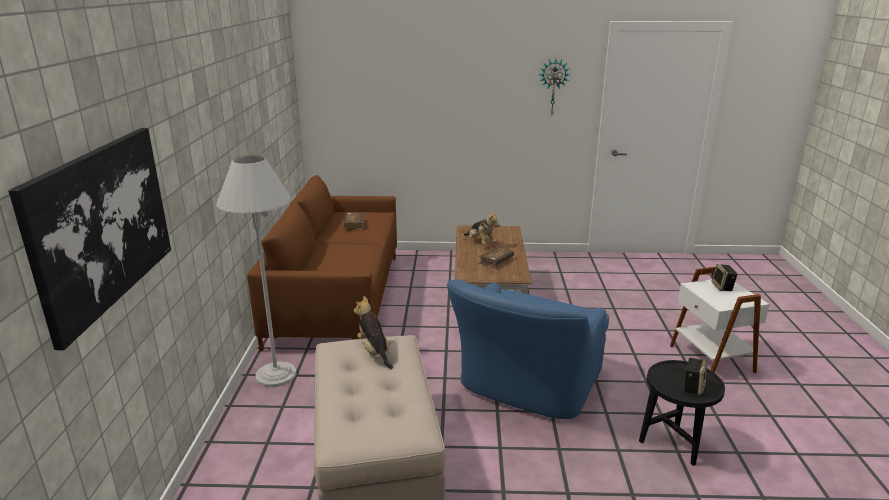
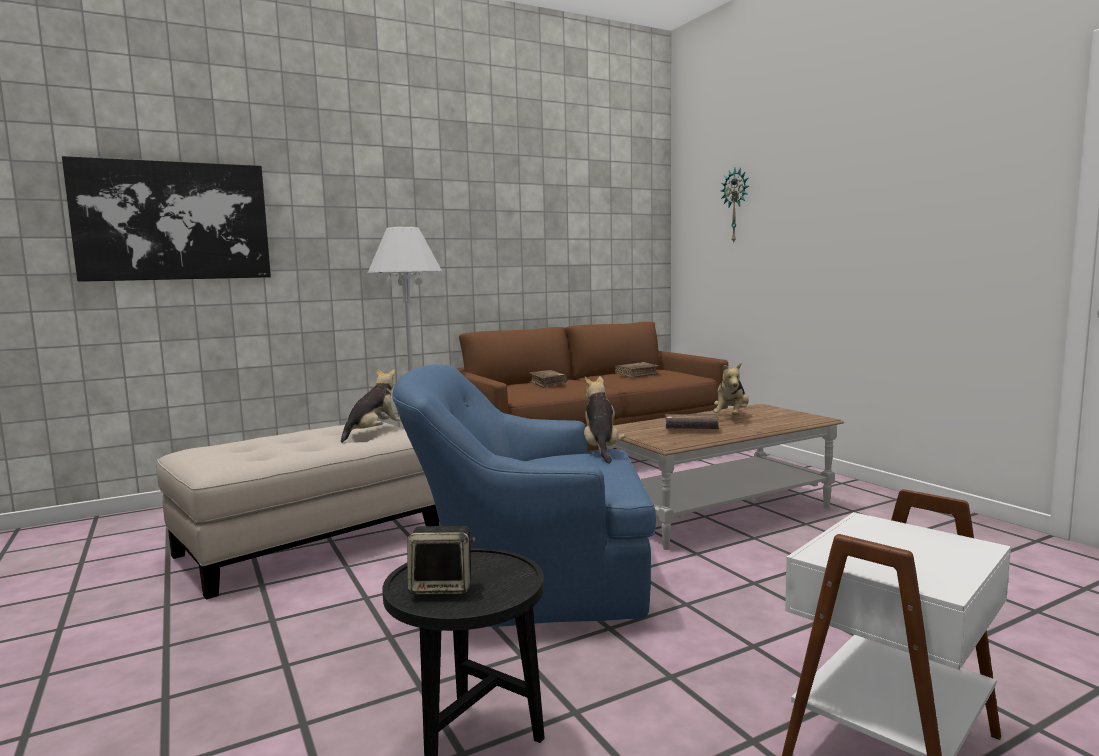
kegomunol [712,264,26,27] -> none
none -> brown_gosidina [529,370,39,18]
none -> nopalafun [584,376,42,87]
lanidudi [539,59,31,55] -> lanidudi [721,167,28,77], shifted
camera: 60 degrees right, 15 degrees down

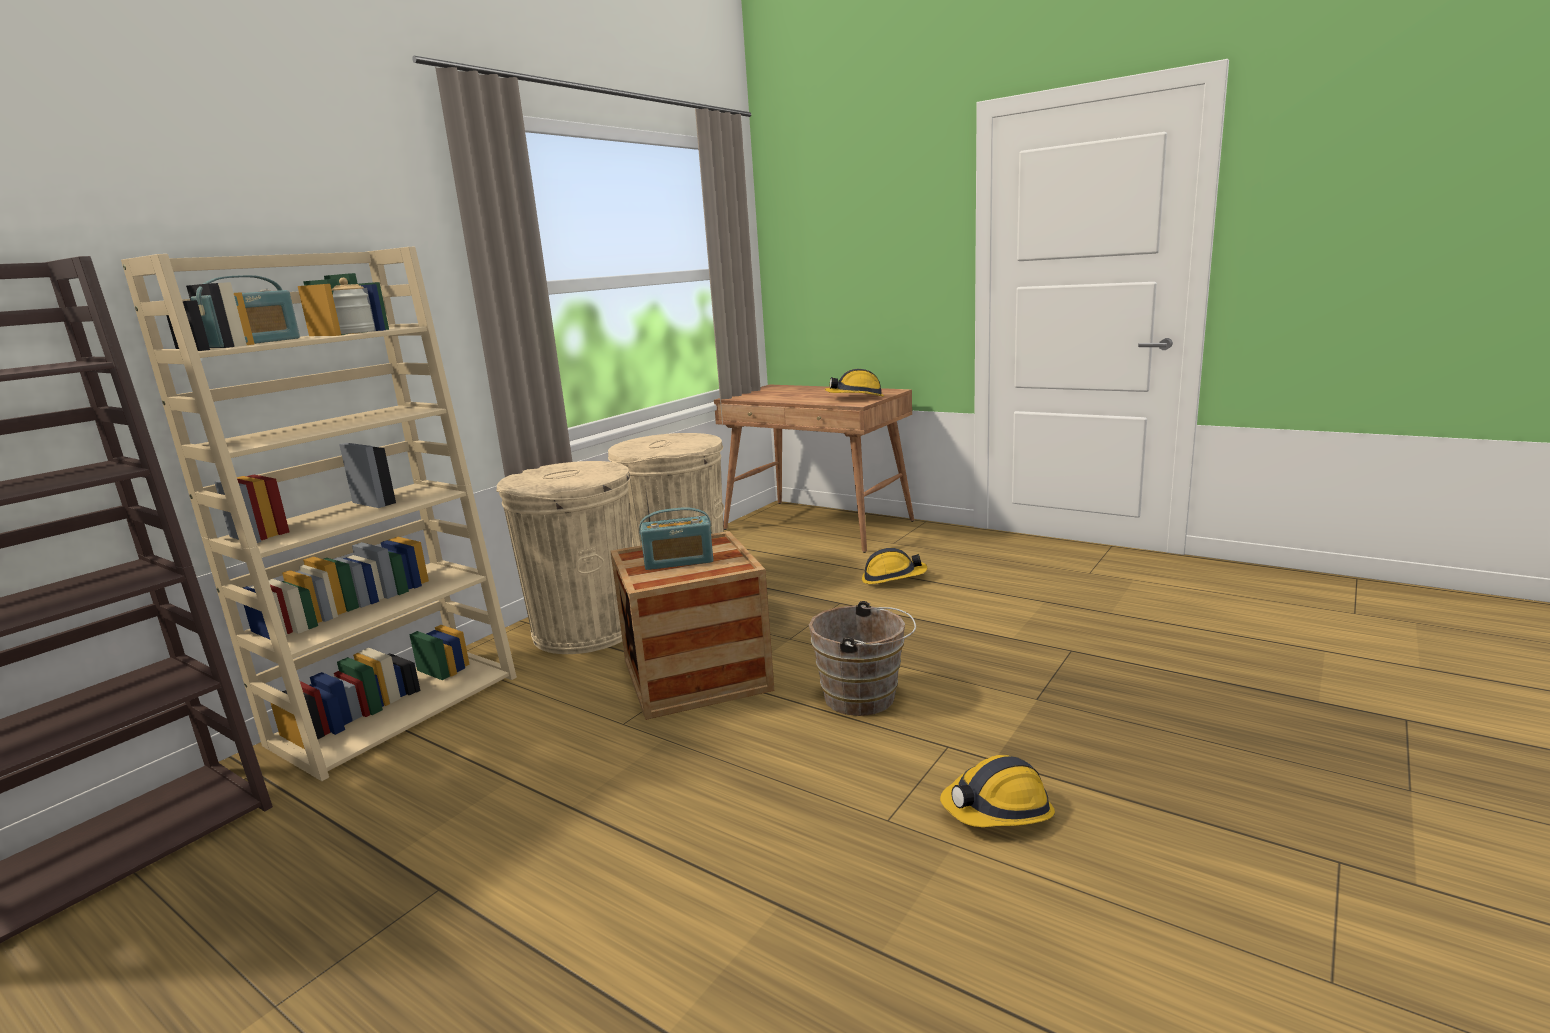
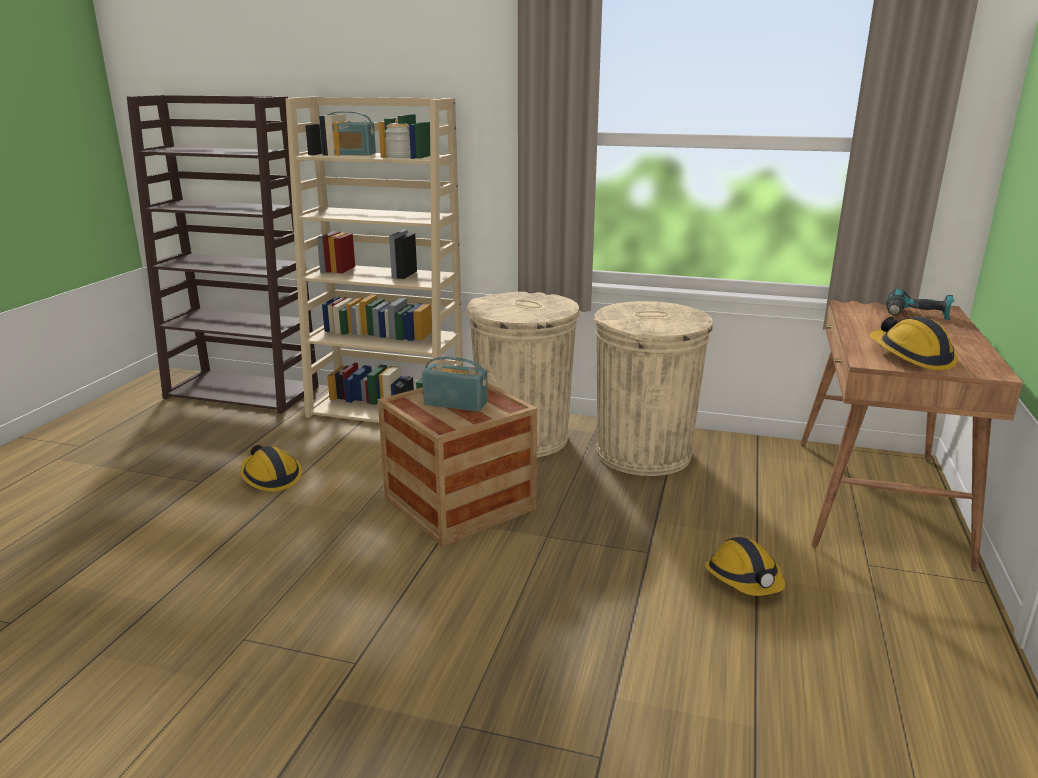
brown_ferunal [809,601,107,115] -> none
none -> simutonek [886,289,68,31]
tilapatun [940,755,115,72] -> tilapatun [240,445,62,47], shifted
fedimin [639,507,74,63] -> fedimin [422,357,66,55], 135 degrees clockwise
camera: 70 degrees right, 5 degrees up

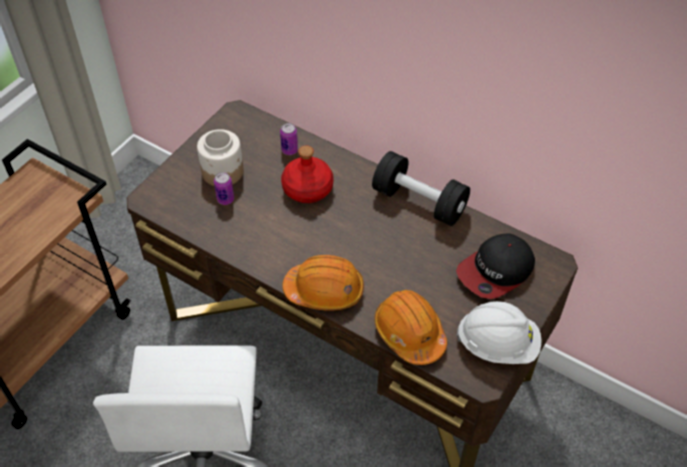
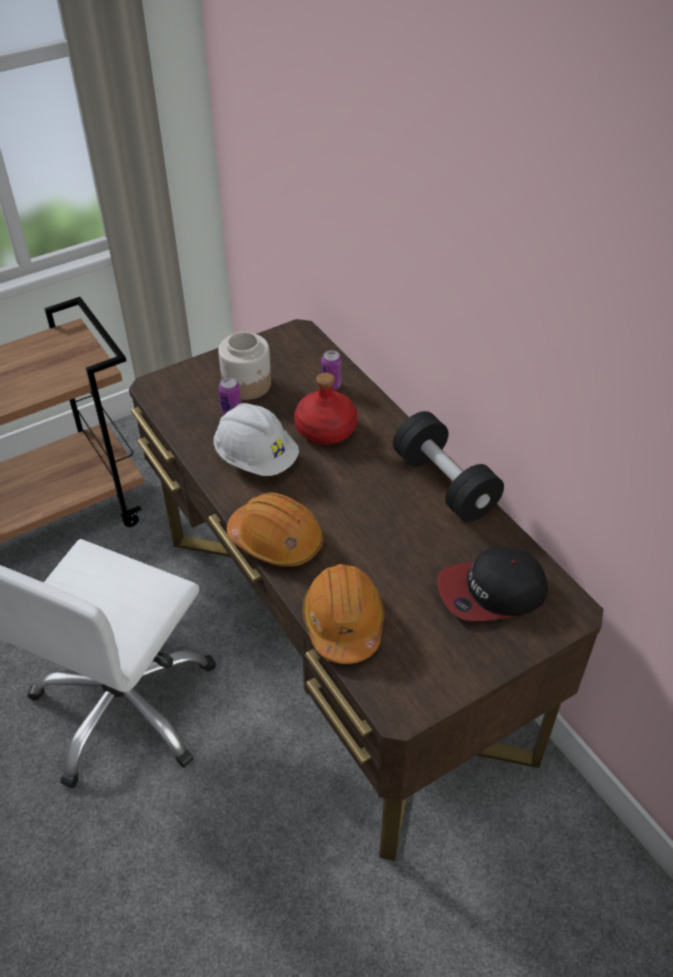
white_tilapatun [456,301,85,63] -> white_tilapatun [214,403,85,73], shifted
camera: 25 degrees right, 5 degrees down

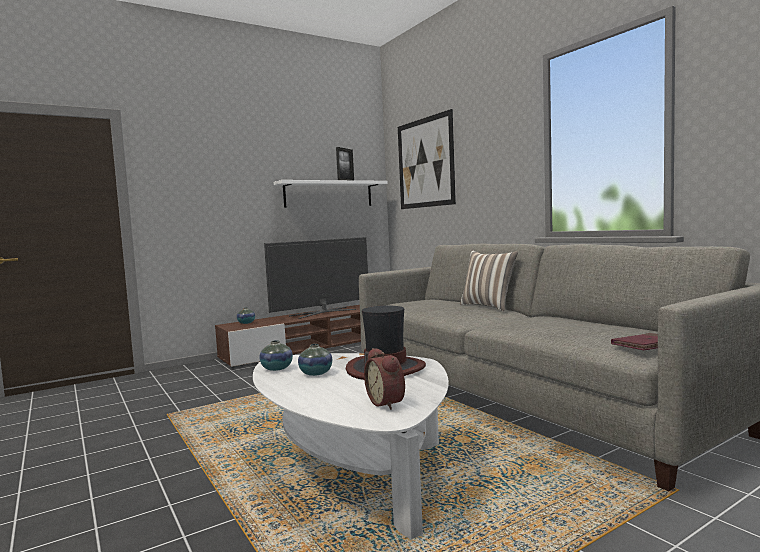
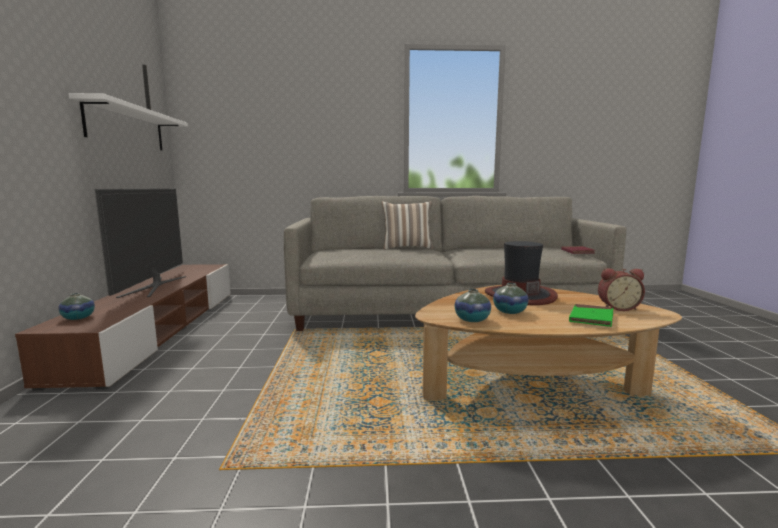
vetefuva [398,109,58,100] -> none
none -> green_gosidina [569,304,44,23]
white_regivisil [253,353,196,186] -> brown_regivisil [415,285,267,115]
camera: 60 degrees left, 5 degrees up

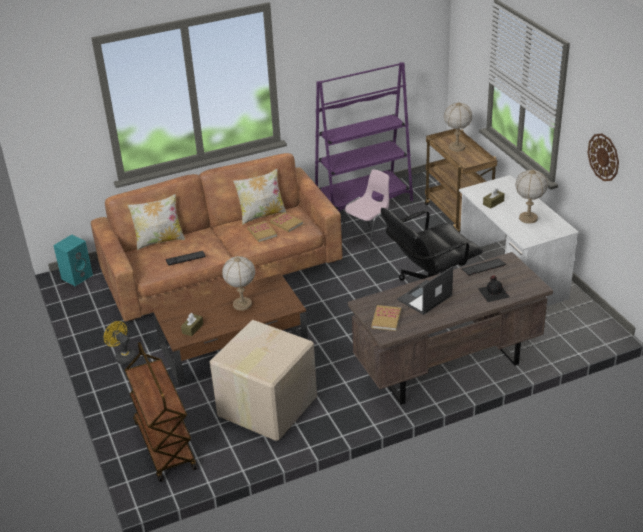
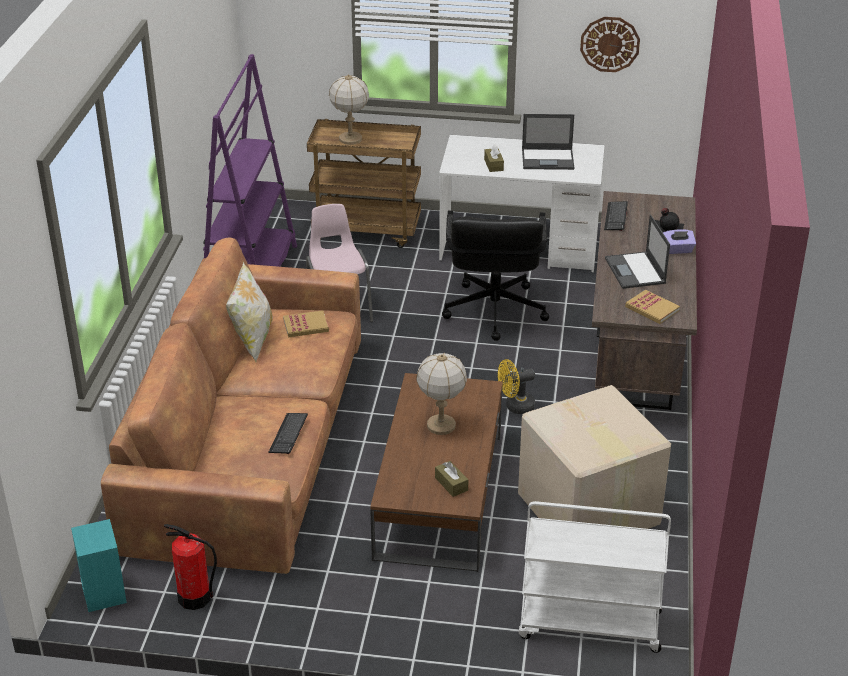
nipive [128,194,57,56] -> none
gosidina [248,221,29,21] -> none
none -> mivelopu [164,524,53,86]
none -> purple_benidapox [663,229,33,25]
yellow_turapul [104,321,33,44] -> yellow_turapul [498,359,38,55], shifted
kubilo [515,170,33,54] -> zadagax [522,114,52,56]
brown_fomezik [125,342,72,140] -> white_fomezik [519,501,152,152]
camera: 60 degrees left, 0 degrees up

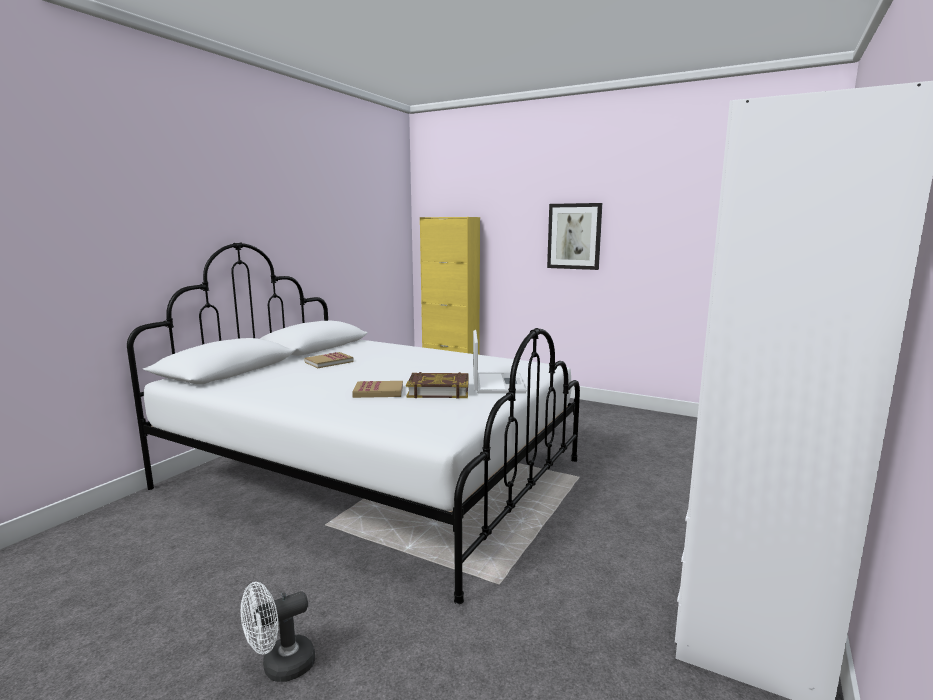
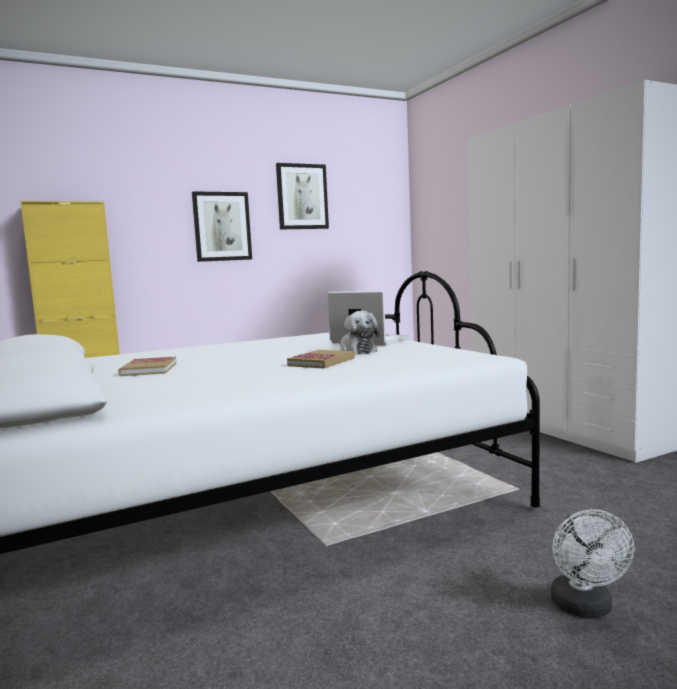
none -> vetefuva [276,163,53,66]
gosidina [406,372,62,27] -> nopalafun [340,311,39,43]
camera: 55 degrees left, 5 degrees down

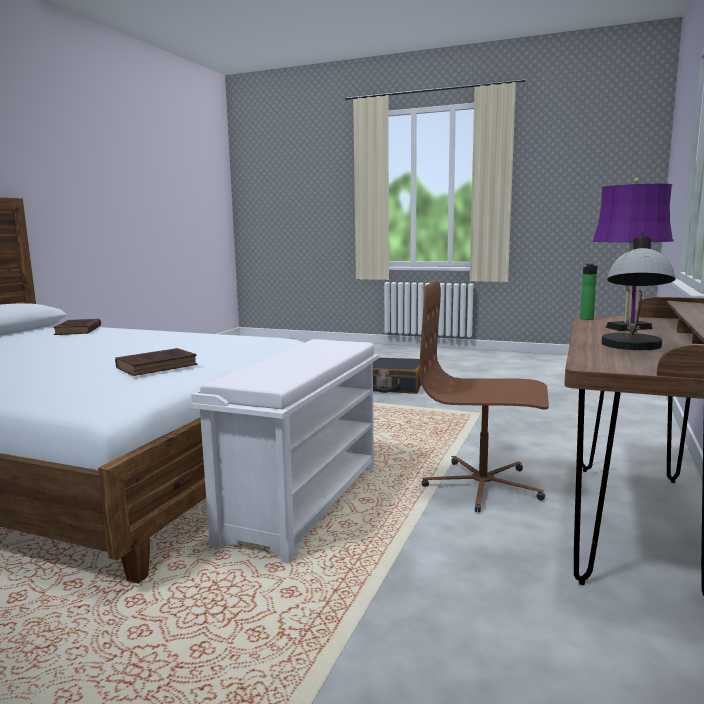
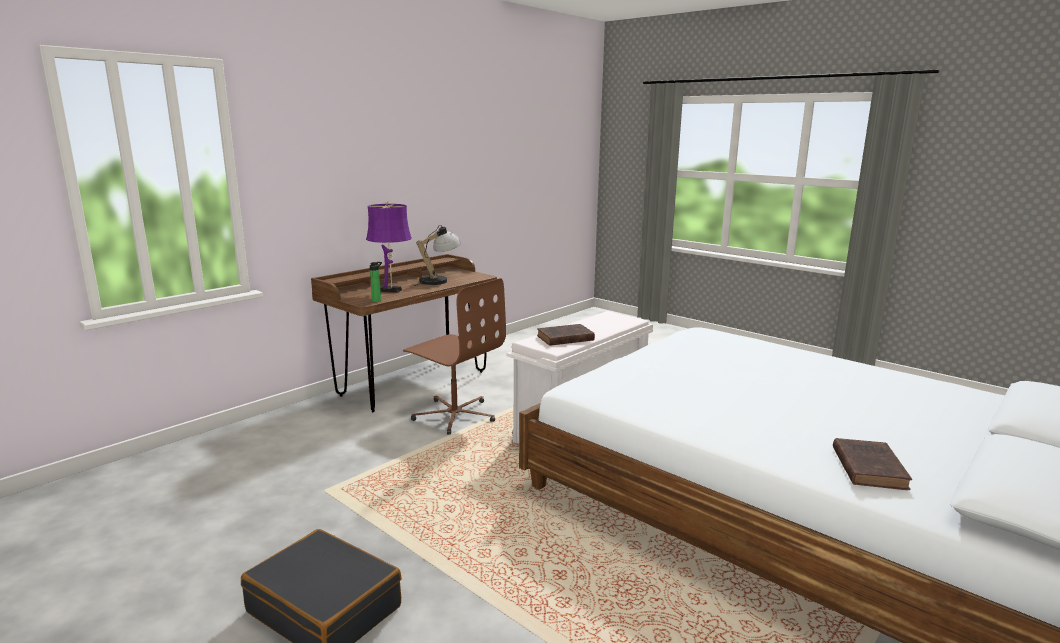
brown_gosidina [115,348,83,28] -> brown_gosidina [537,324,58,22], shifted
camera: 160 degrees left, 5 degrees up

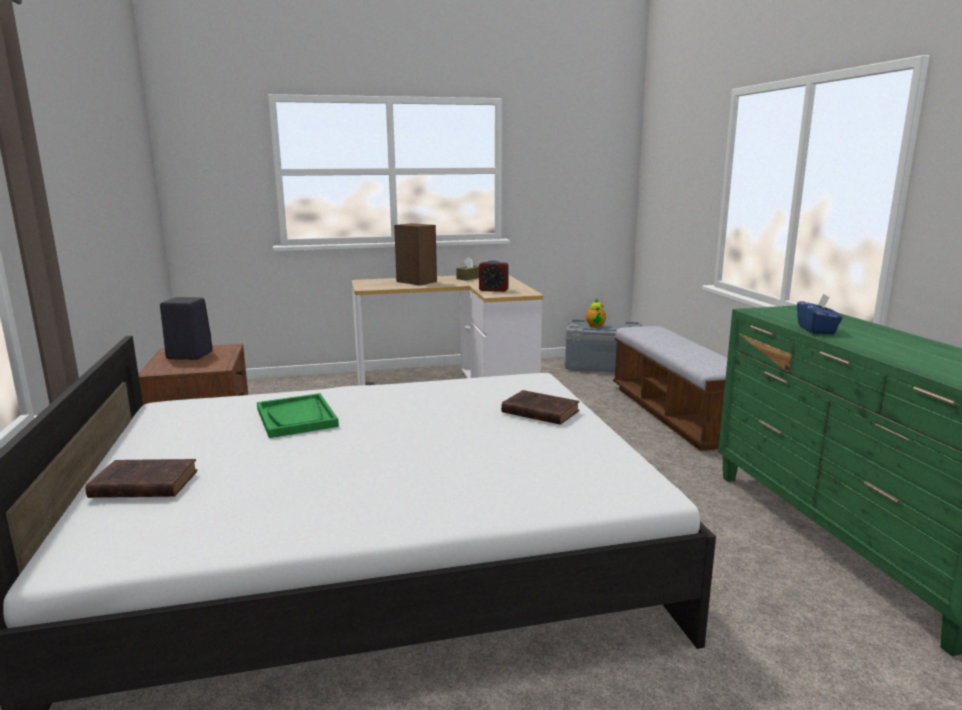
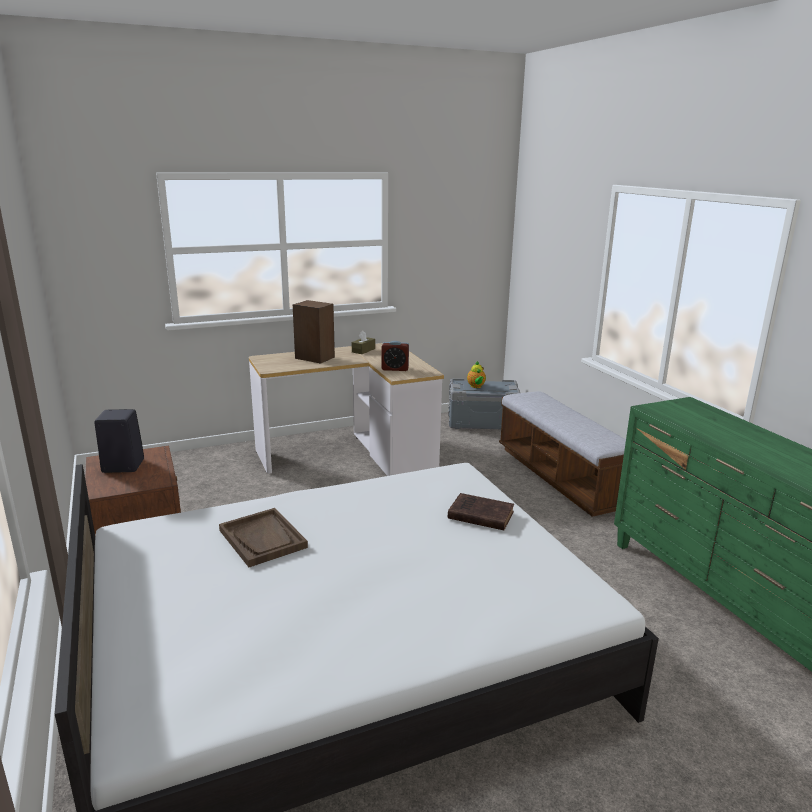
brown_gosidina [86,459,111,39] -> none
blue_benidapox [797,293,46,41] -> none
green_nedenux [257,393,82,45] -> brown_nedenux [219,508,89,59]
camera: 10 degrees left, 5 degrees up

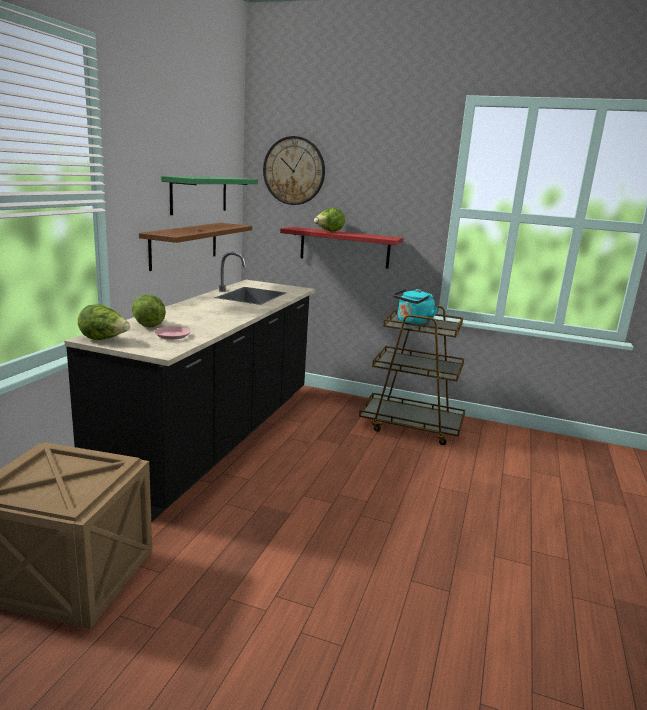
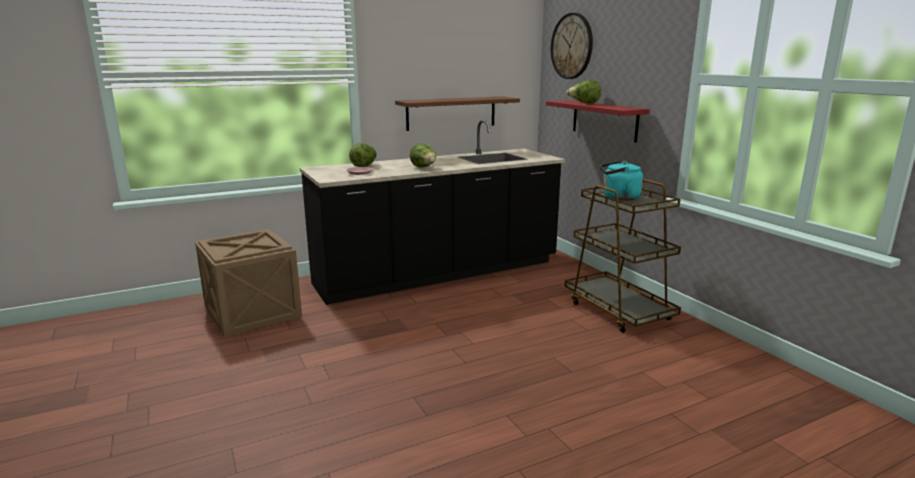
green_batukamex [161,176,97,39] -> none
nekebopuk [78,304,52,36] -> nekebopuk [410,143,26,25], shifted
camera: 45 degrees right, 0 degrees up

